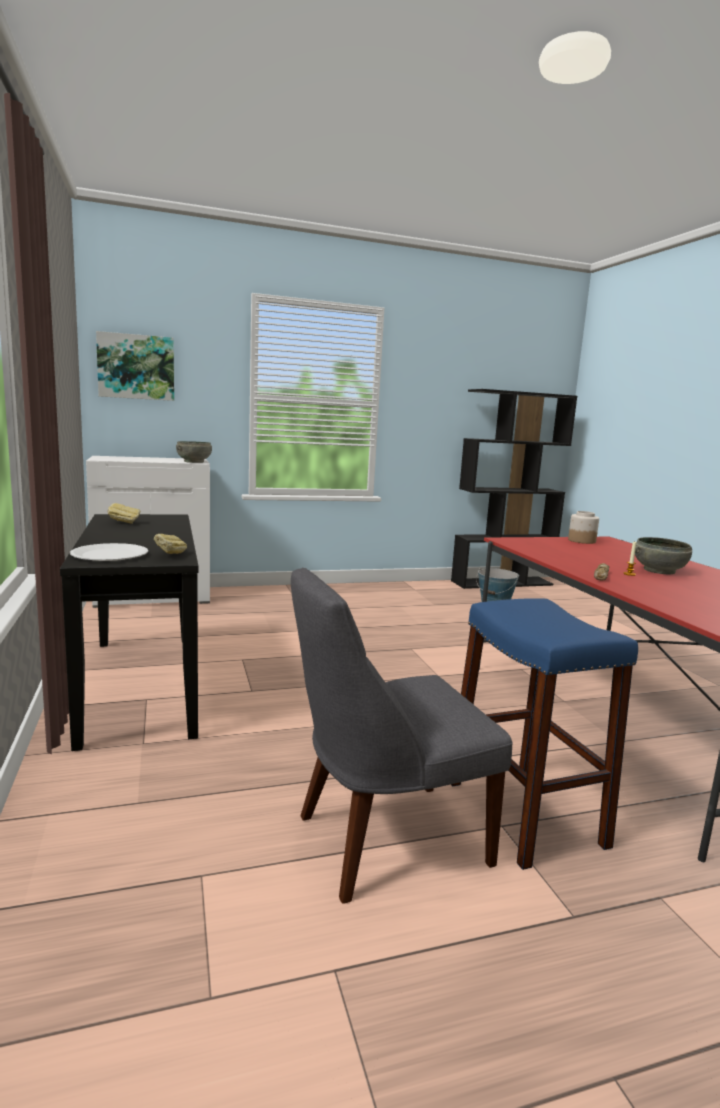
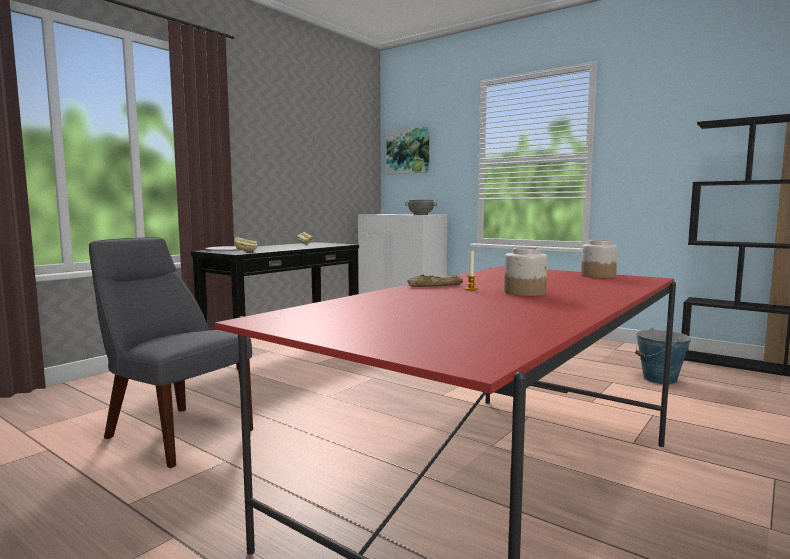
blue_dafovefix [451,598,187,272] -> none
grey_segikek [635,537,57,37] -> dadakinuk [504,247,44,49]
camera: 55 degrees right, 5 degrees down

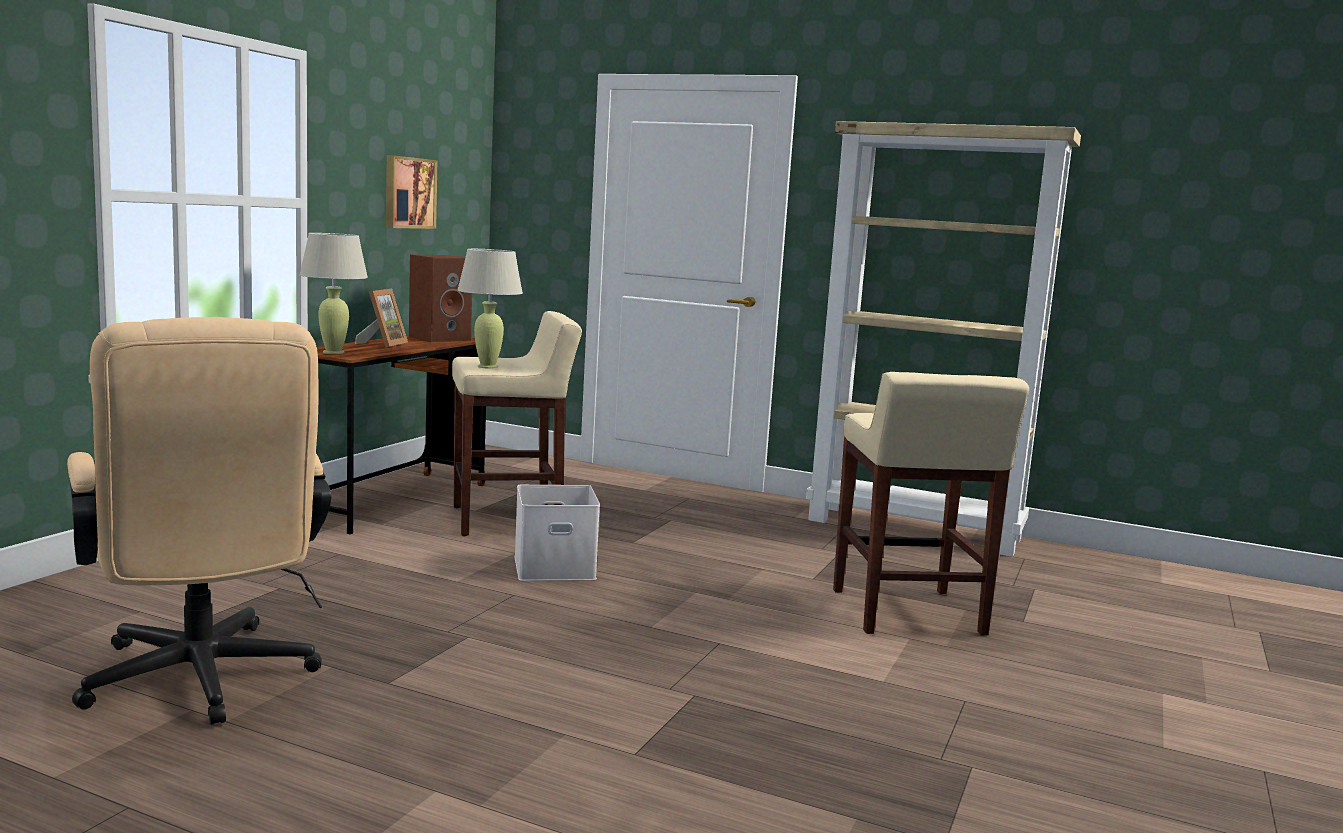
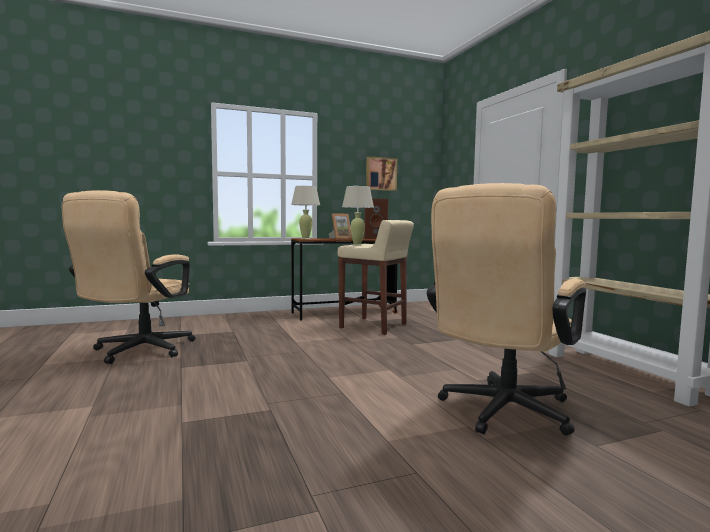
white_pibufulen [514,485,86,96] -> none
beige_dafovefix [833,372,196,263] -> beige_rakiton [427,183,159,252]
camera: 45 degrees right, 5 degrees down

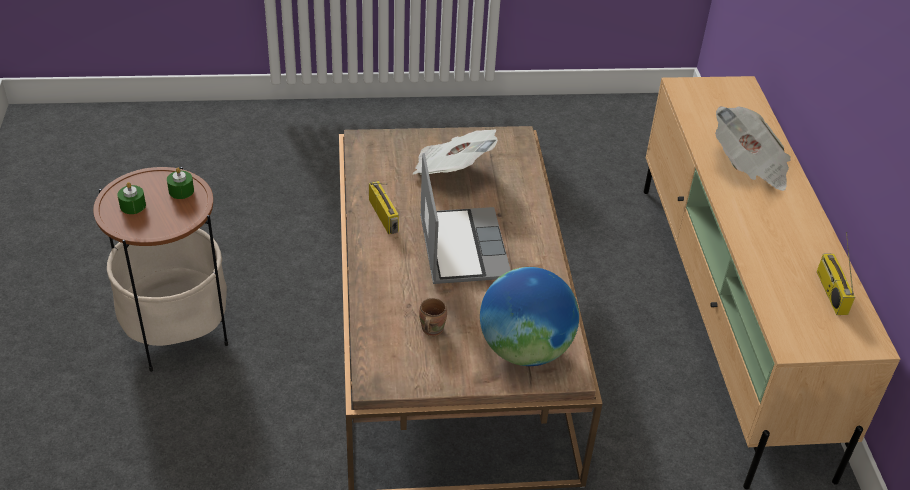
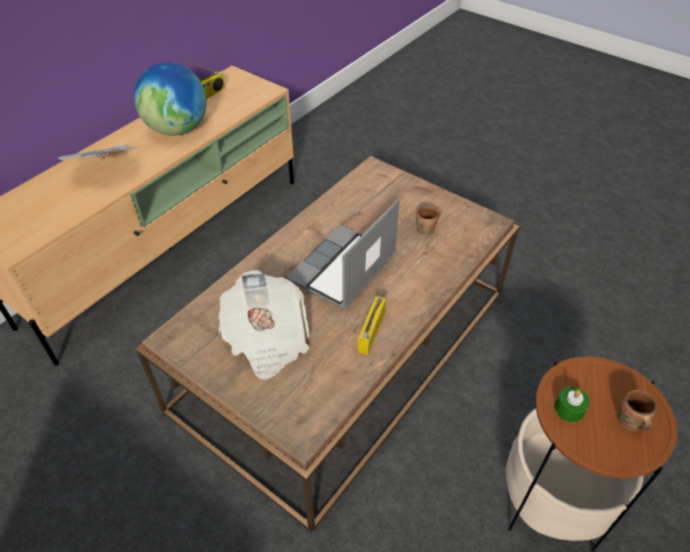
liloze [480,267,99,99] -> liloze [134,62,73,74], shifted
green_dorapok [117,182,29,32] -> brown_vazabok [618,390,39,41]
camera: 135 degrees left, 5 degrees up

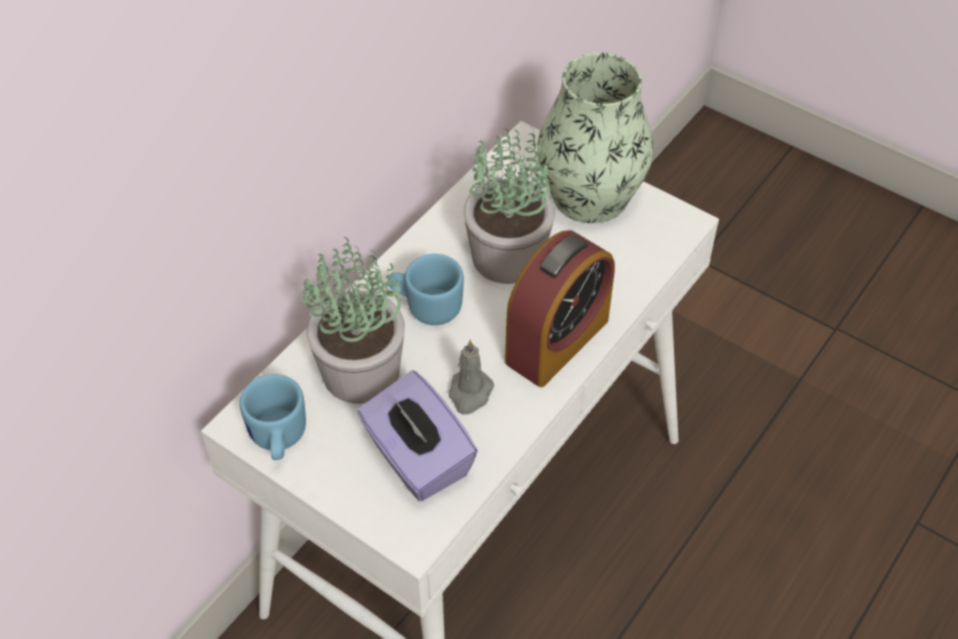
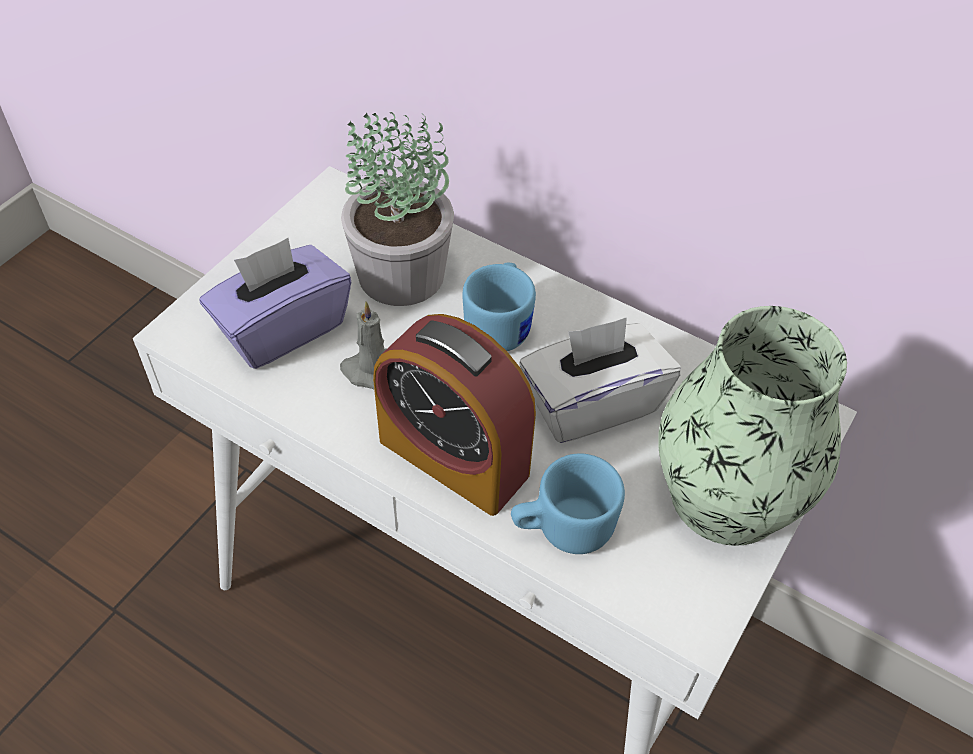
blue_vazabok [240,374,66,86] -> blue_vazabok [511,453,114,101], shifted
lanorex [464,126,91,158] -> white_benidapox [519,317,162,126]
camera: 85 degrees right, 0 degrees up

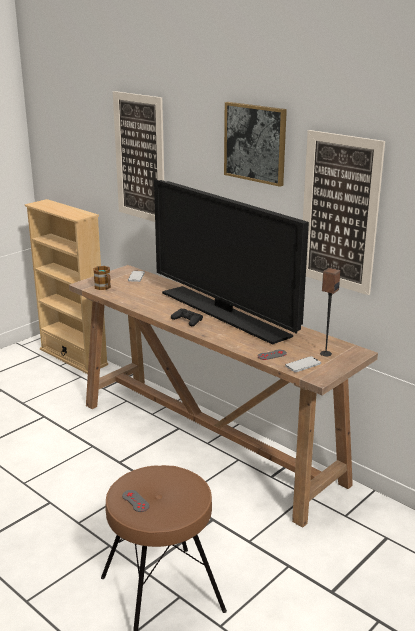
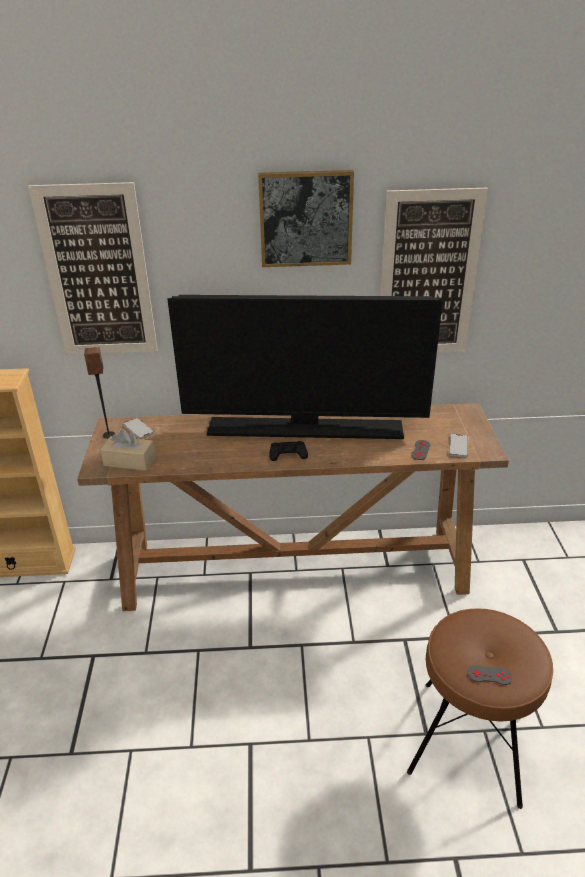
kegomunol [320,268,21,88] -> kegomunol [84,347,31,92], shifted
vazabok [93,266,18,24] -> beige_benidapox [101,430,54,41]
camera: 45 degrees left, 10 degrees up

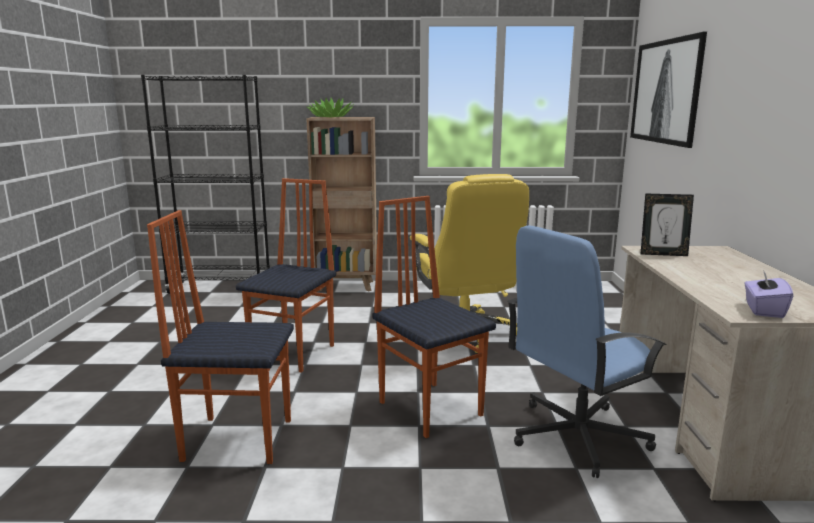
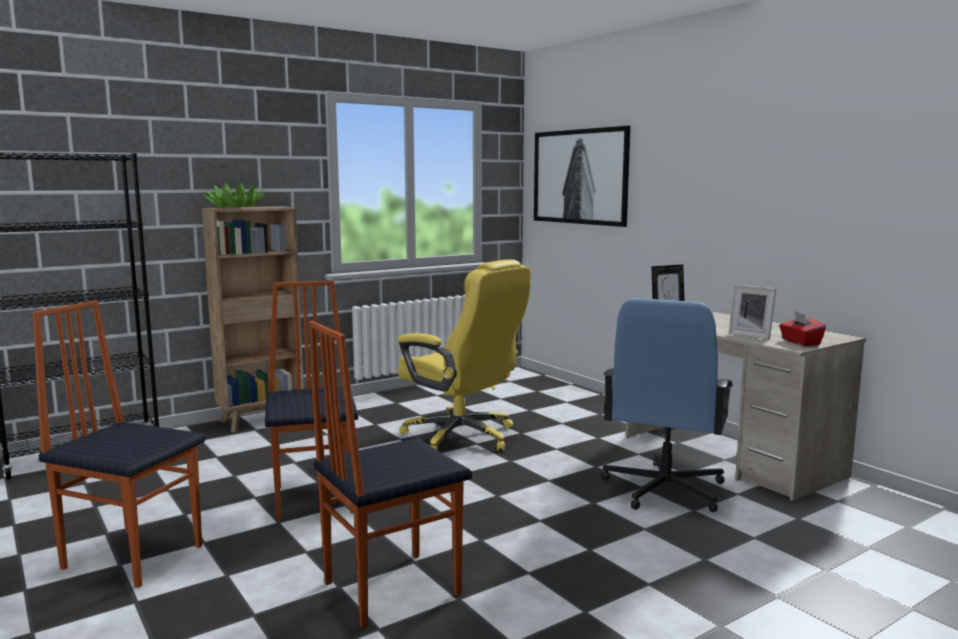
none -> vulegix [729,285,47,54]
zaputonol [372,196,124,242] -> zaputonol [33,300,172,288], shifted
purple_benidapox [744,270,49,48] -> red_benidapox [779,311,47,35]
camera: 35 degrees left, 5 degrees down

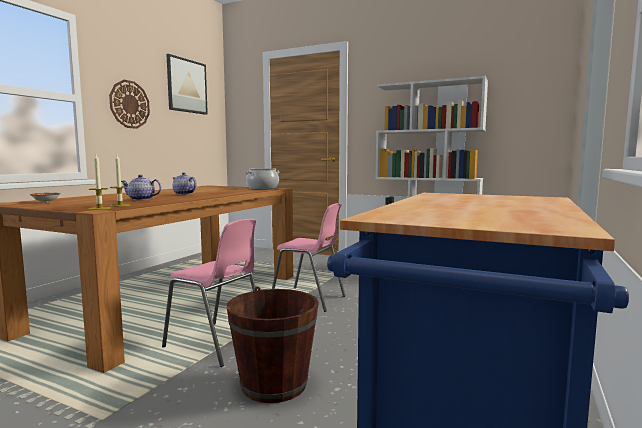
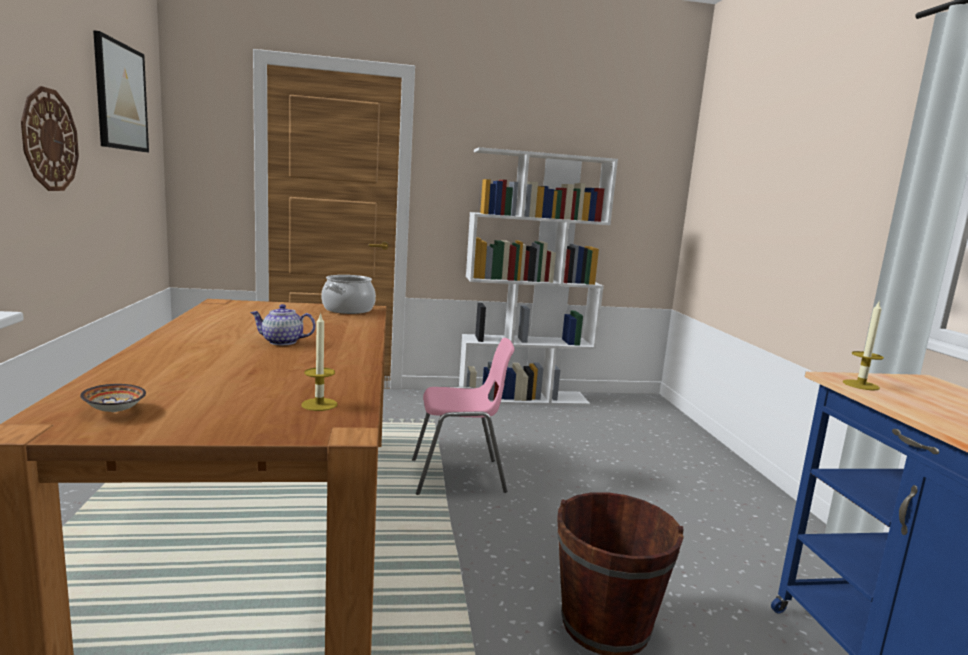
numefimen [121,175,40,25] -> none
pink_zaputonol [162,219,94,148] -> none
dorapok [88,154,23,56] -> dorapok [843,302,41,88], shifted
camera: 35 degrees left, 5 degrees up

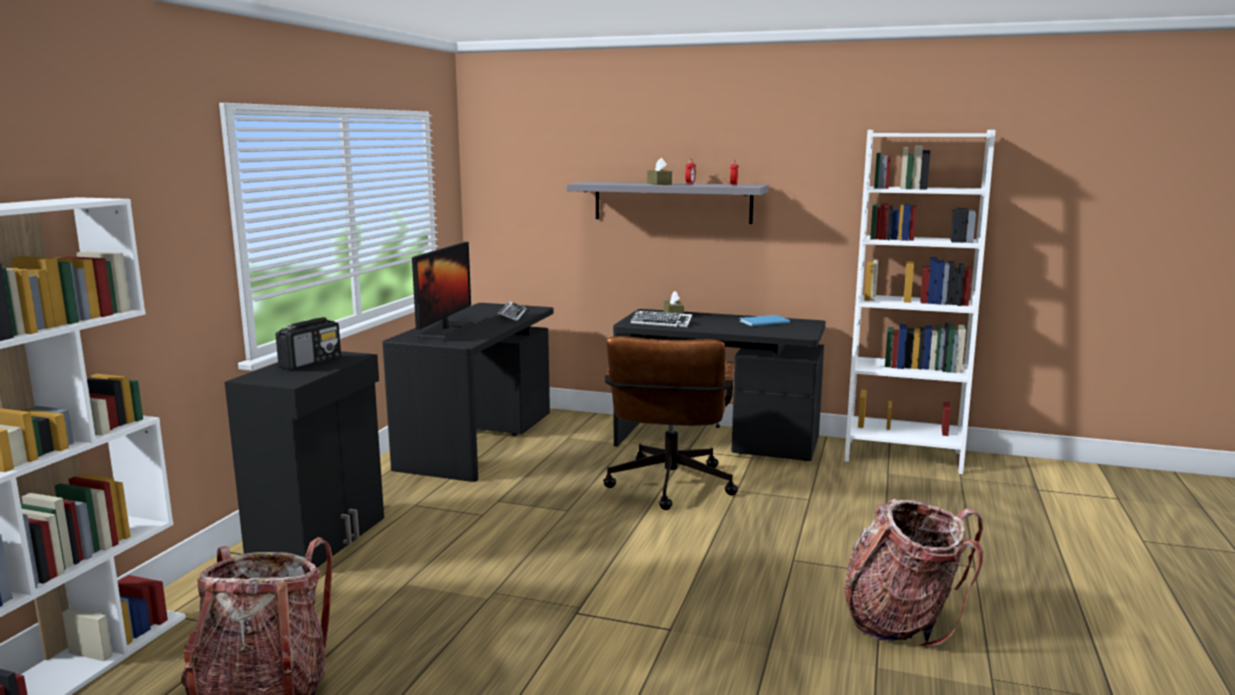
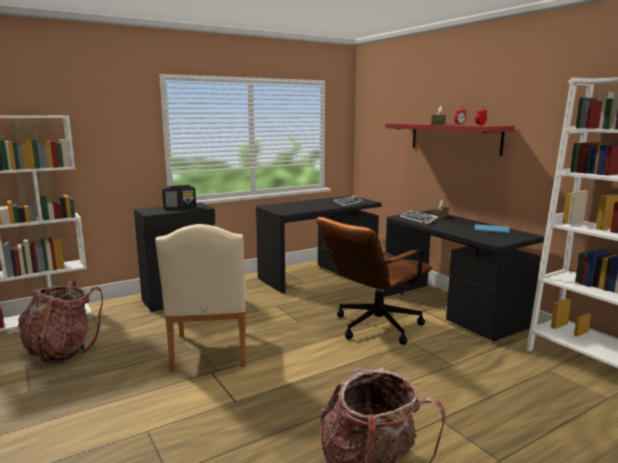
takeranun [412,242,61,96] -> none
none -> beige_zaputonol [155,224,91,147]
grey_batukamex [567,182,202,42] -> red_batukamex [385,123,130,33]
camera: 40 degrees right, 0 degrees up

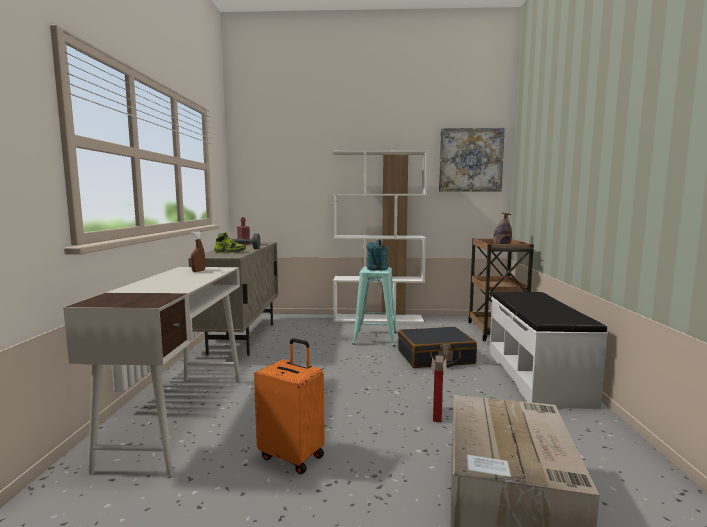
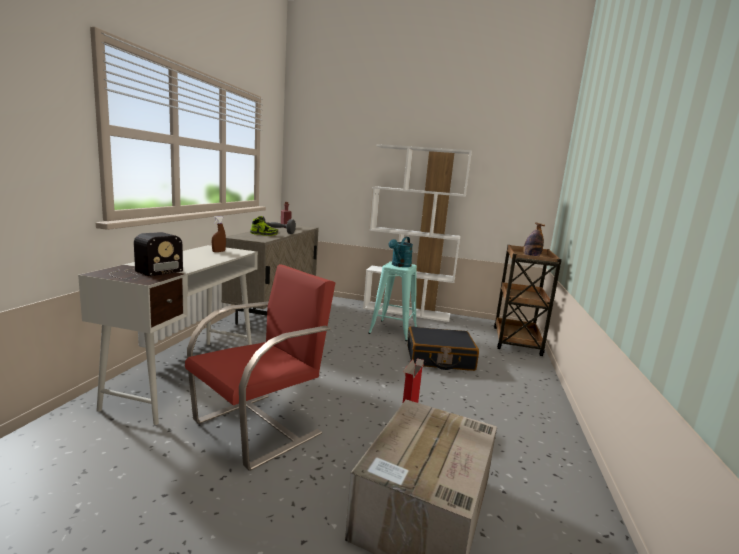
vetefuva [439,128,66,64] -> none
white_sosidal [489,292,119,117] -> none
none -> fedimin [109,232,74,48]
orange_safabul [254,338,70,136] -> red_zaputonol [185,264,151,207]
camera: 10 degrees right, 5 degrees up

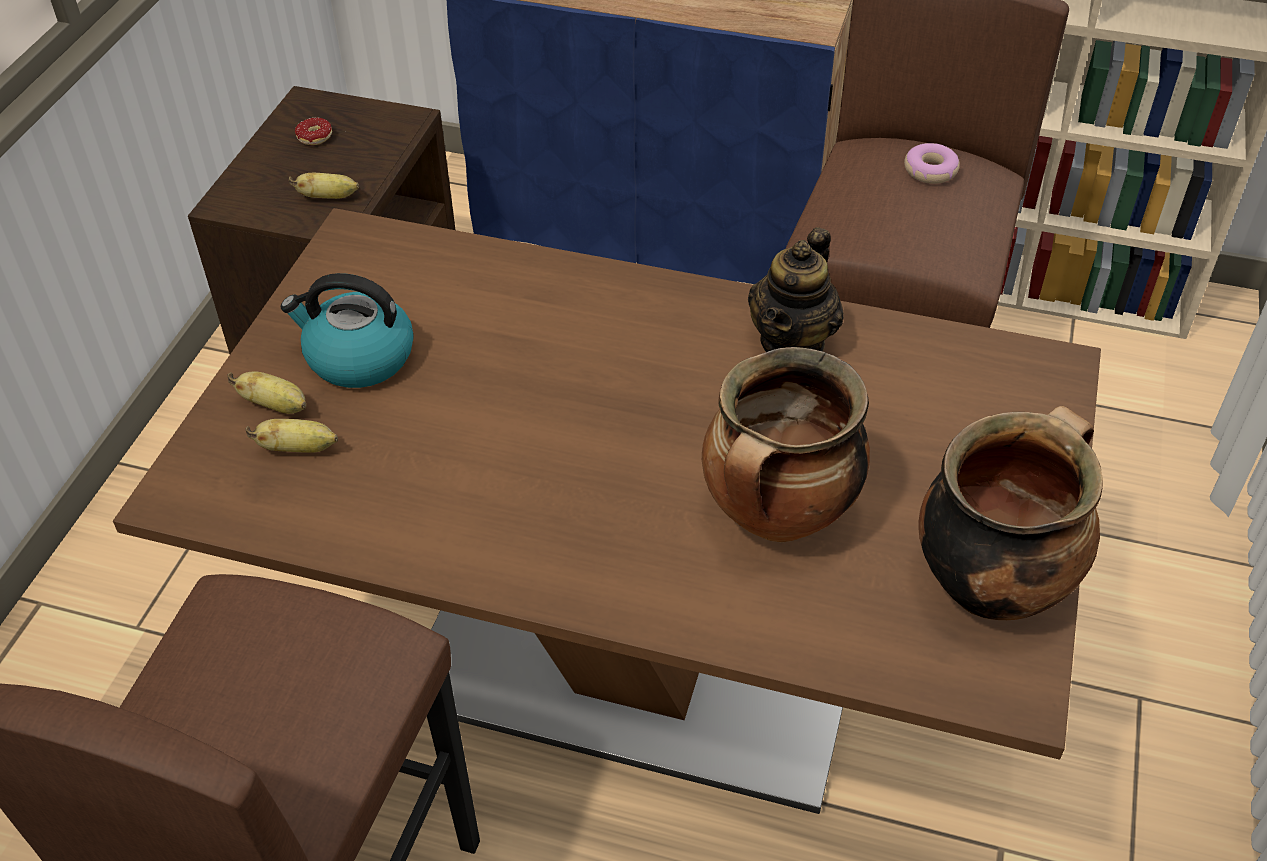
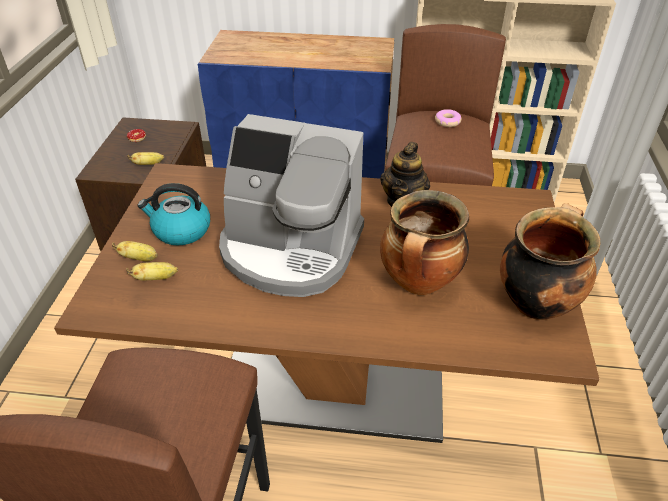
none -> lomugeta [219,114,145,183]
camera: 10 degrees left, 5 degrees down

